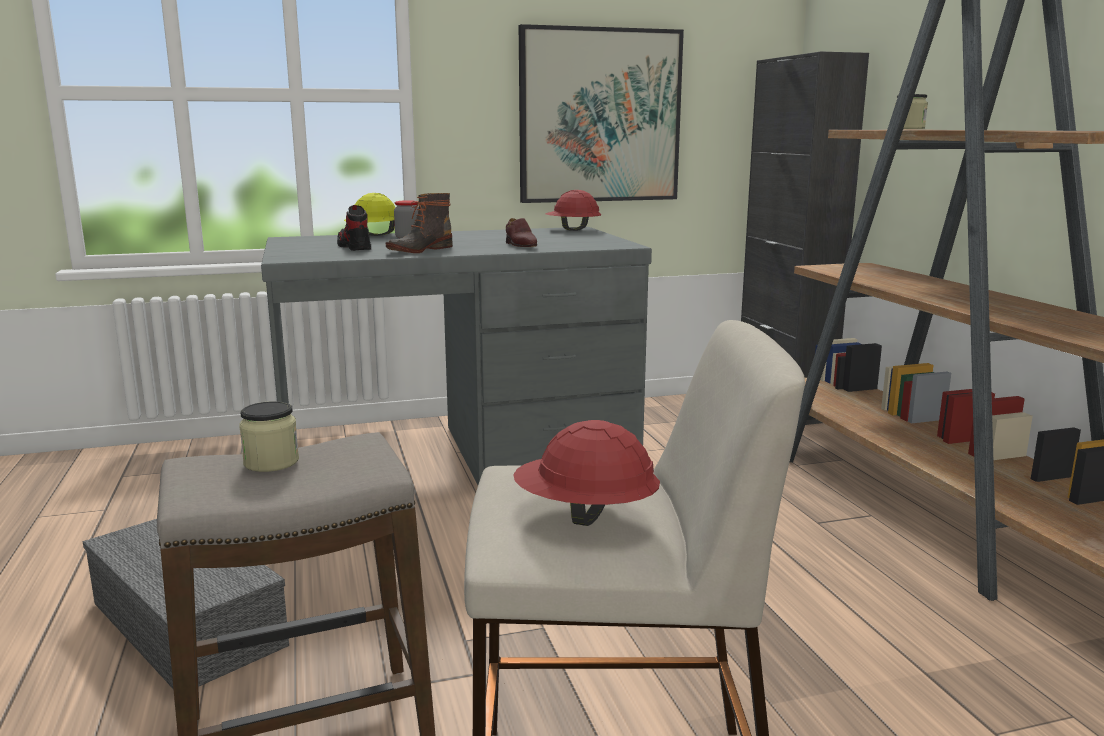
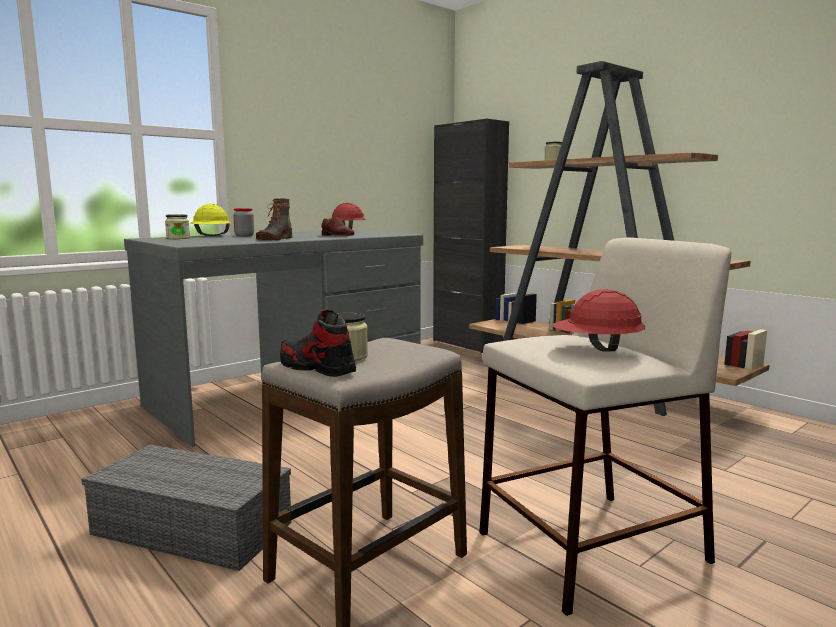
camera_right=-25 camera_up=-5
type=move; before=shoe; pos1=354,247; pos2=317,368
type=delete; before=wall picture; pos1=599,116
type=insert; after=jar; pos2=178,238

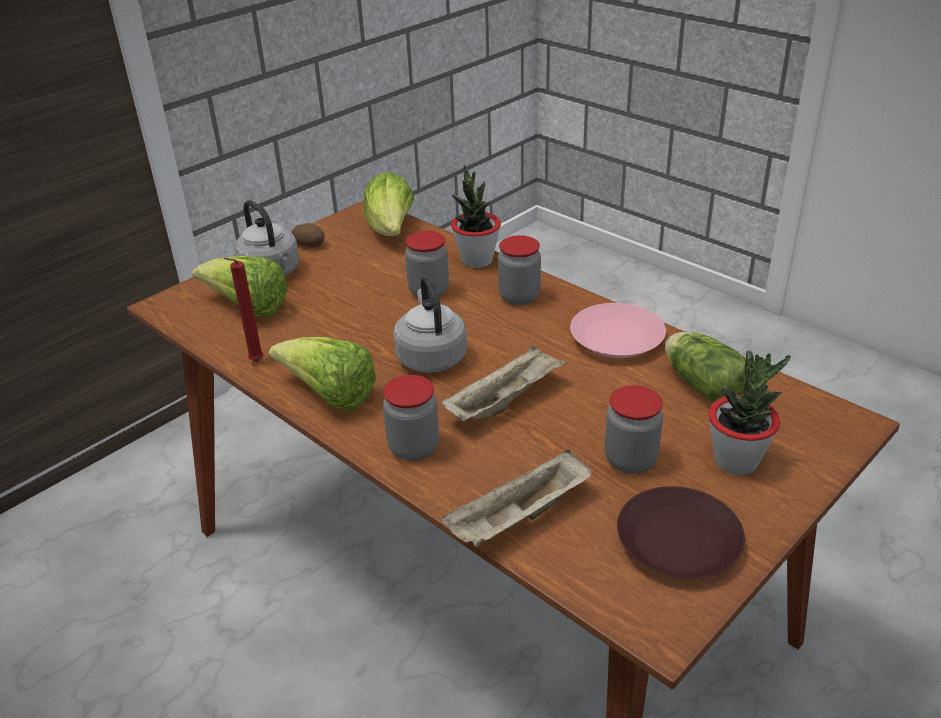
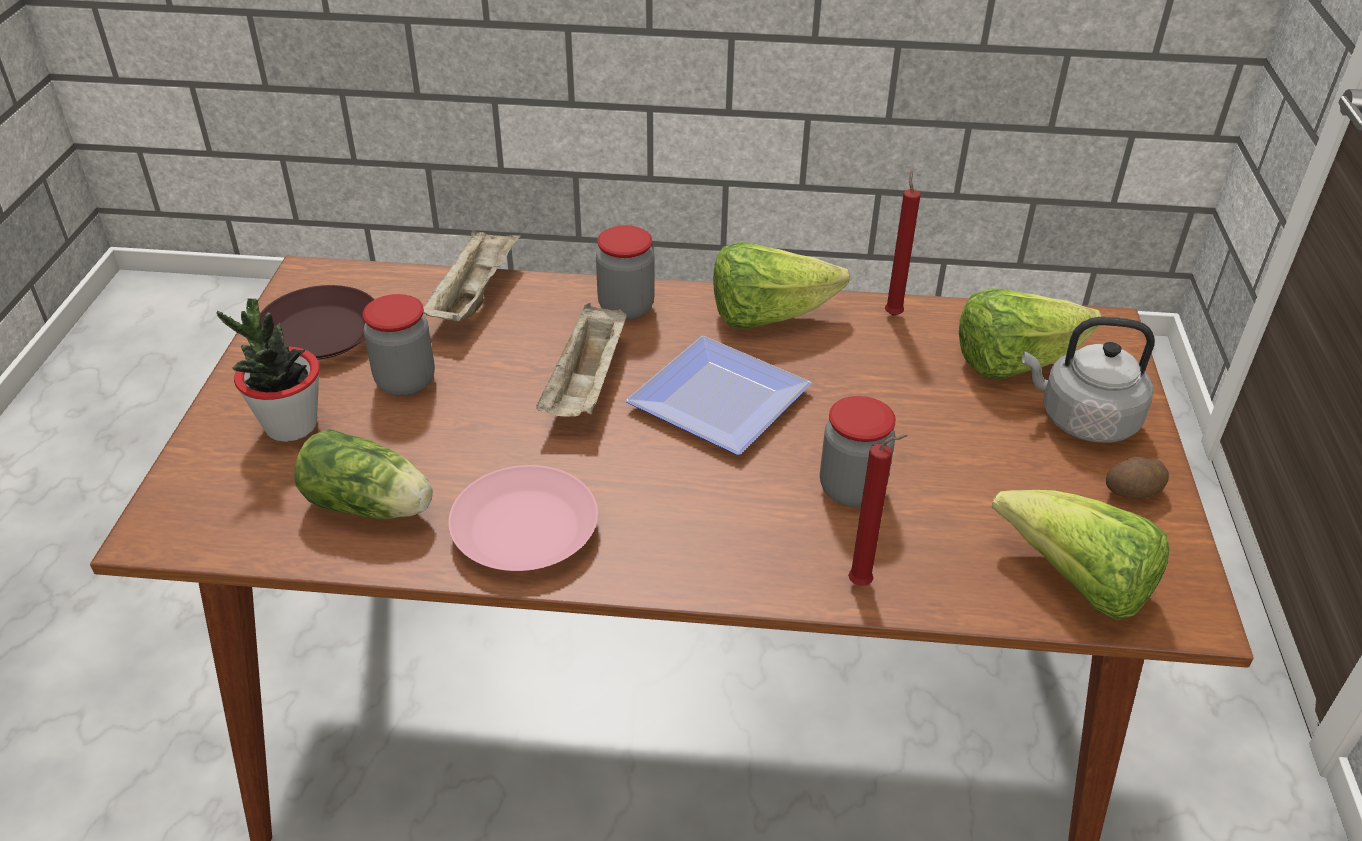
camera_right=140 camera_up=5
type=replace; before=gray tea kettle; after=flat dish; pos1=430,356; pos2=726,399
type=replace; before=potted plant; after=reddish wax candle; pos1=476,260; pos2=864,584
type=delete; before=jar; pos1=519,297

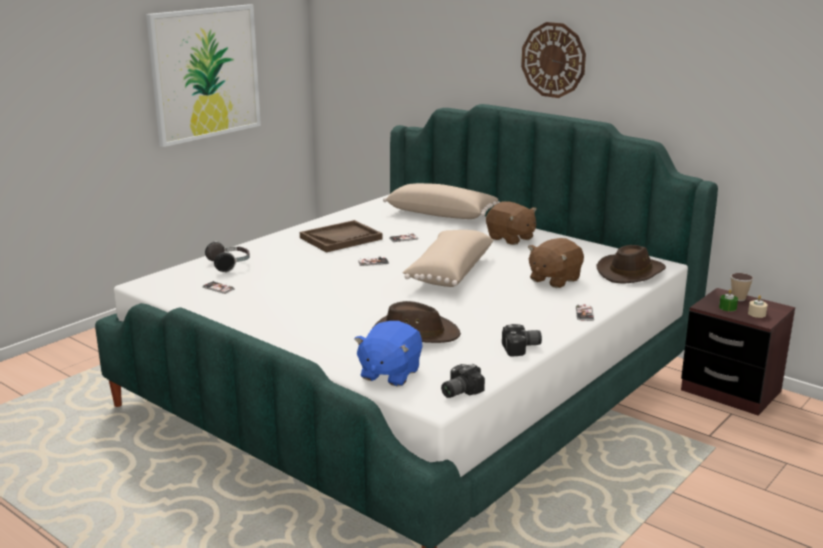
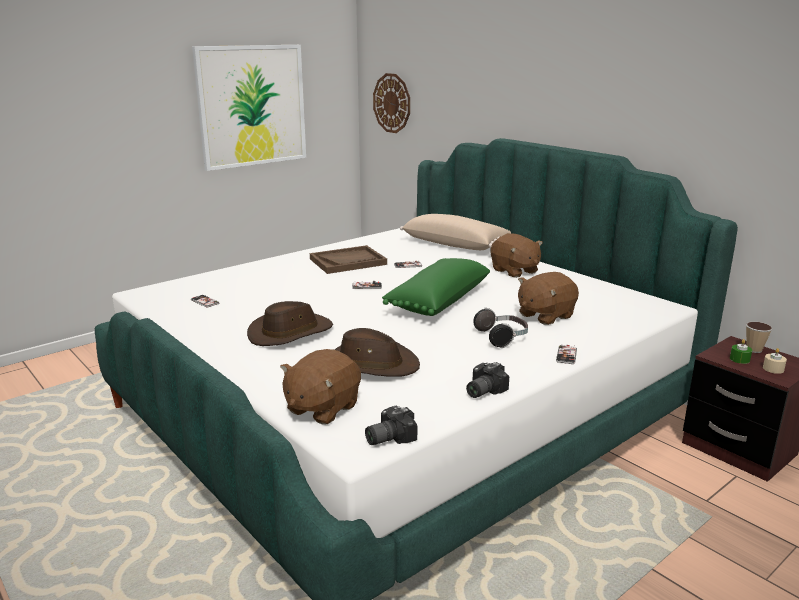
camera_right=10 camera_up=0
type=move; before=headphones; pos1=230,265; pos2=502,338
type=recolor; before=bluish plush toy; after=brown plush toy; pos1=389,373; pos2=322,408
type=recolor; before=beige-coloured throw pillow; after=greenish throw pillow; pos1=448,272; pos2=437,300
type=rotate; before=still camera; pos1=522,348; pos2=482,391; turn=135
type=move; before=hanging clock; pos1=553,60; pos2=392,103
type=move; before=brown clothing hat; pos1=631,272; pos2=290,333

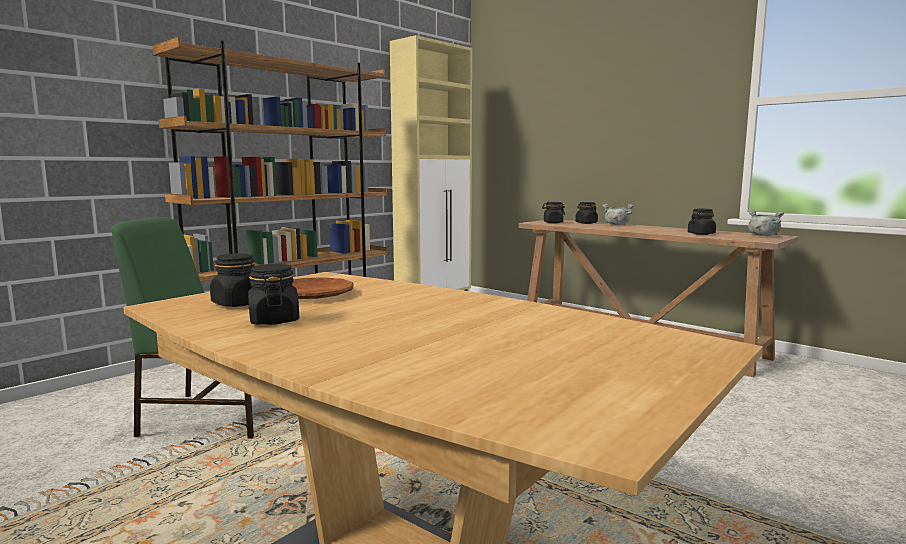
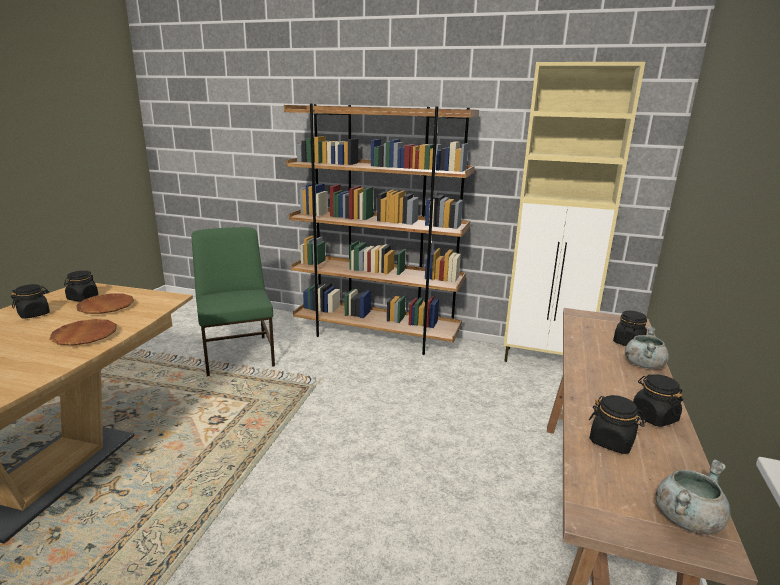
camera_right=65 camera_up=10
type=move; before=blackish jar; pos1=553,222; pos2=653,417
type=insert; after=brown flat dish; pos2=85,336

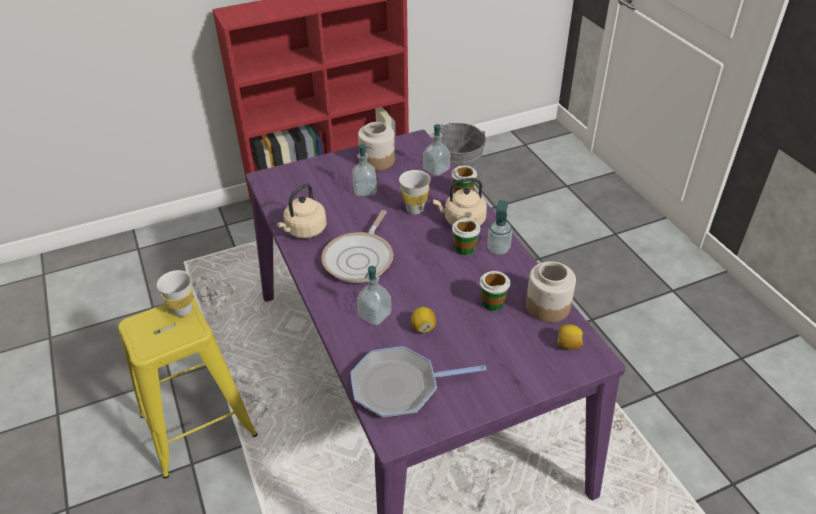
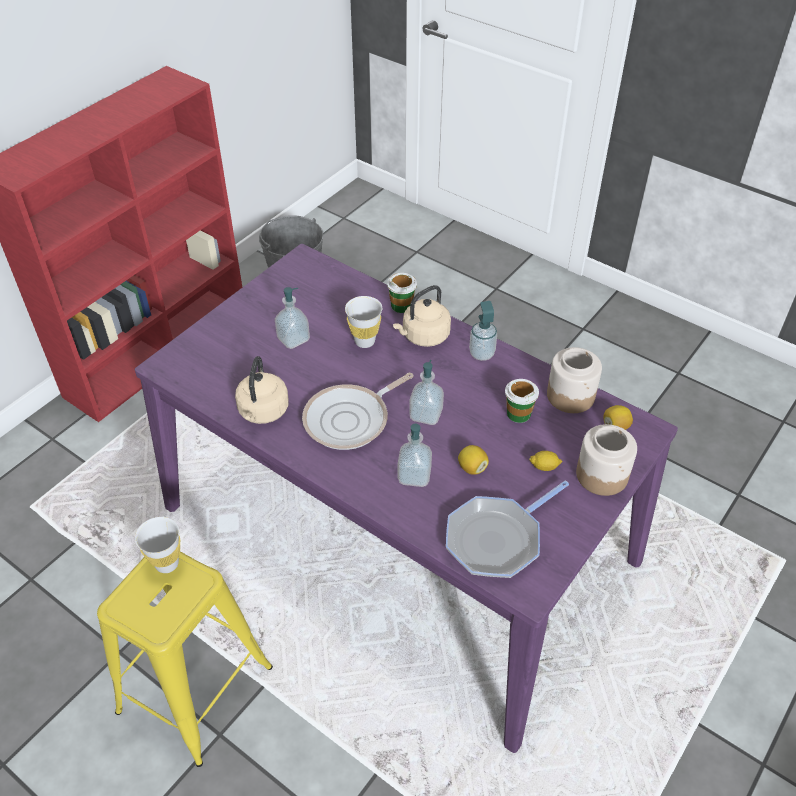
camera_right=-30 camera_up=5
type=rotate; before=pan; pos1=360,259; pos2=351,420; turn=60
type=move; before=jar; pos1=377,160; pos2=602,475
type=move; before=soap bottle; pos1=436,170; pos2=426,414
type=delete; before=drinking cup; pos1=465,249
type=insert; after=whole lemon; pos2=544,467

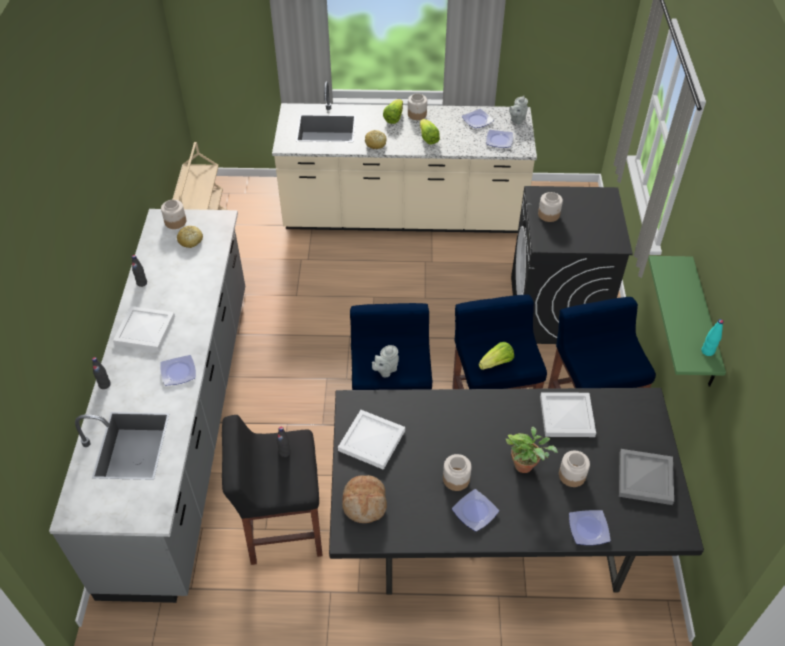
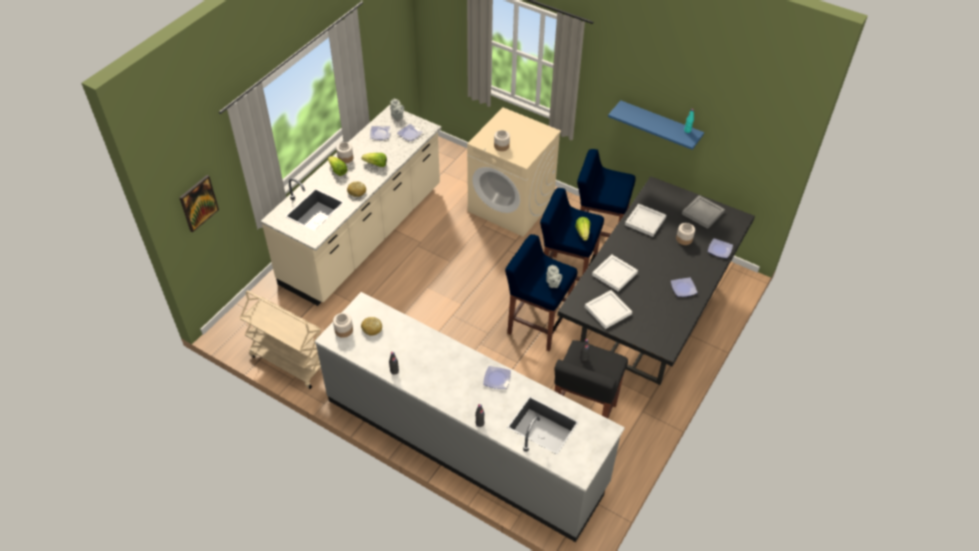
camera_right=-60 camera_up=0
type=move; before=whitish serving tray; pos1=144,329; pos2=613,274
type=delete; before=bread; pos1=364,503
type=delete; before=jar; pos1=456,479
type=delete; before=potted plant; pos1=526,465
type=recolor; before=blackish laundry appliance; after=beige-coloured laundry appliance; pos1=556,311; pos2=512,206
type=recolor; before=greenish bracket shelf; after=bluish bracket shelf; pos1=703,325; pos2=659,125
type=insert; after=wall picture; pos2=198,203

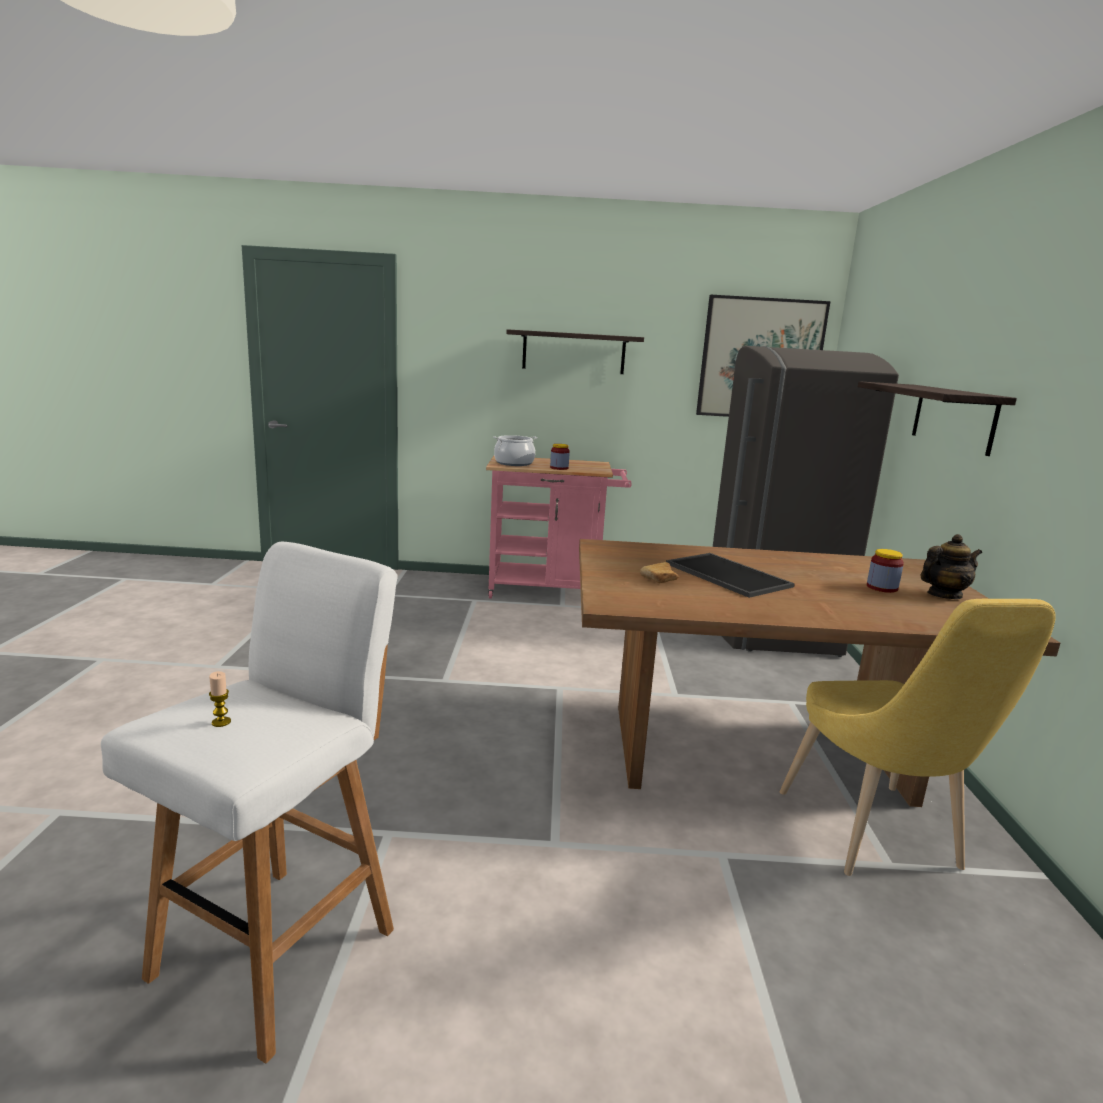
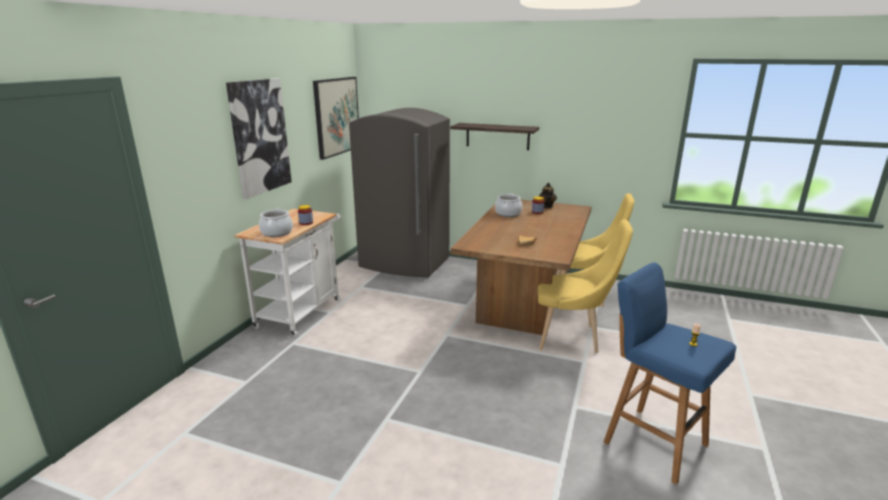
camera_right=-70 camera_up=5
type=recolor; before=whitish stool seat; after=bluish stool seat; pos1=280,949; pos2=653,441
type=recolor; before=pink trolley; after=whitish trolley; pos1=552,591; pos2=302,311
type=replace; before=bracket shelf; after=wall picture; pos1=573,352; pos2=259,137
type=delete; before=serving tray; pos1=725,575
type=insert; after=stockpot; pos2=508,213
type=insert; after=yellowish chair; pos2=572,338

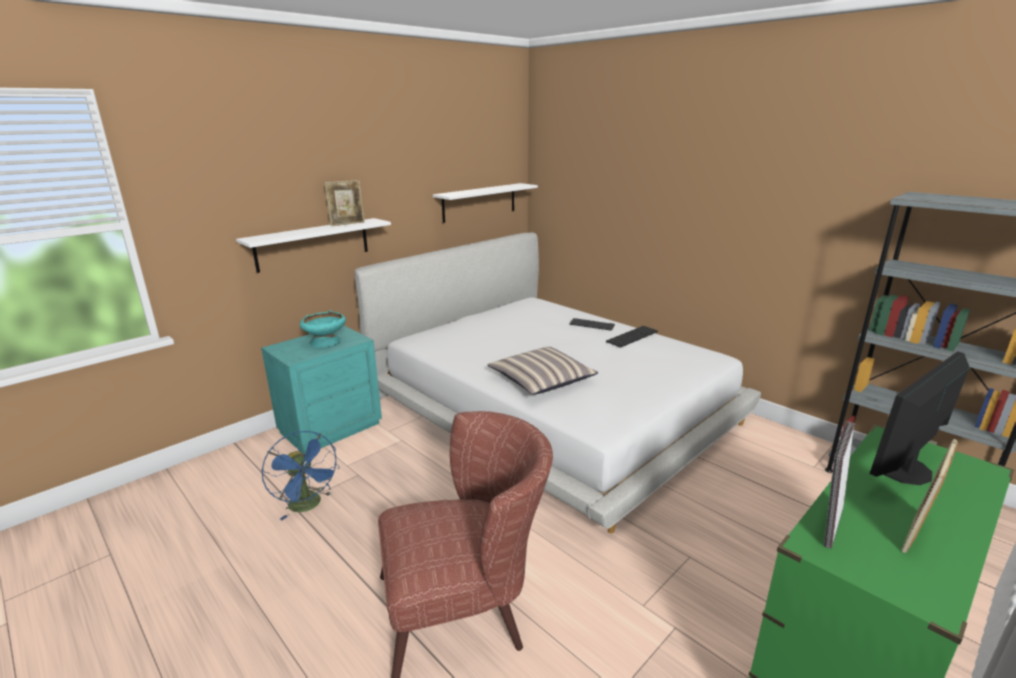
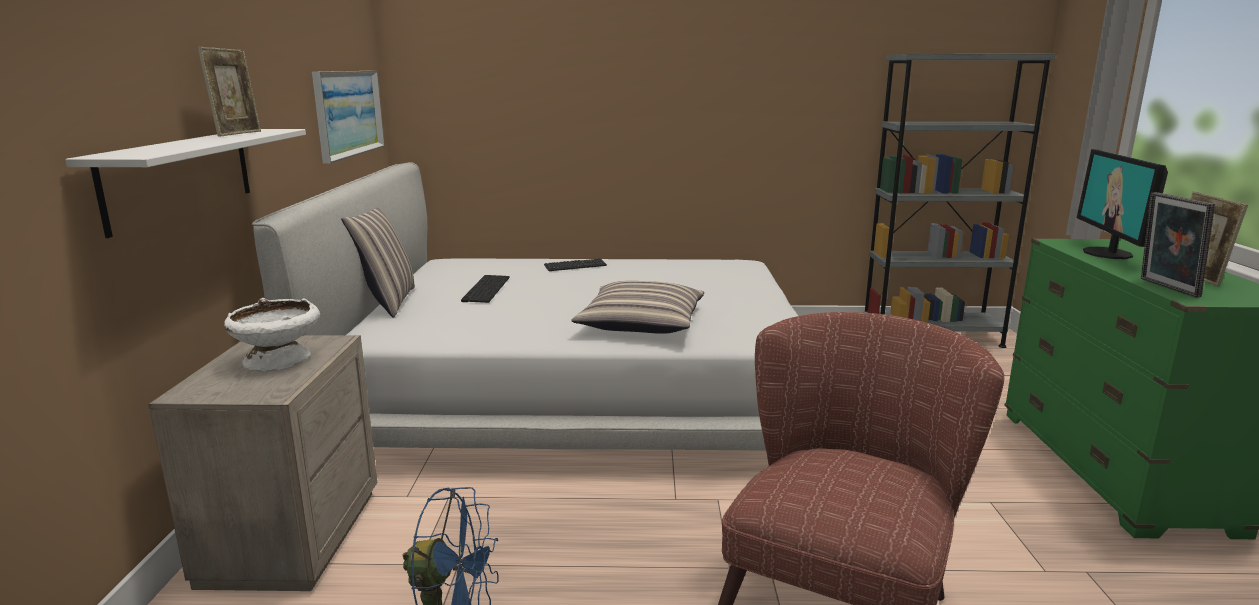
camera_right=-45 camera_up=-5
type=recolor; before=turquoise-coloured bedside table; after=beige-coloured bedside table; pos1=330,427; pos2=290,537
type=recolor; before=turquoise-coloured deep dish; after=whitish deep dish; pos1=325,342; pos2=279,360
type=replace; before=whitish bracket shelf; after=wall picture; pos1=479,202; pos2=348,113
type=move; before=keyboard; pos1=631,336; pos2=485,288
type=insert; after=throw pillow; pos2=386,302

